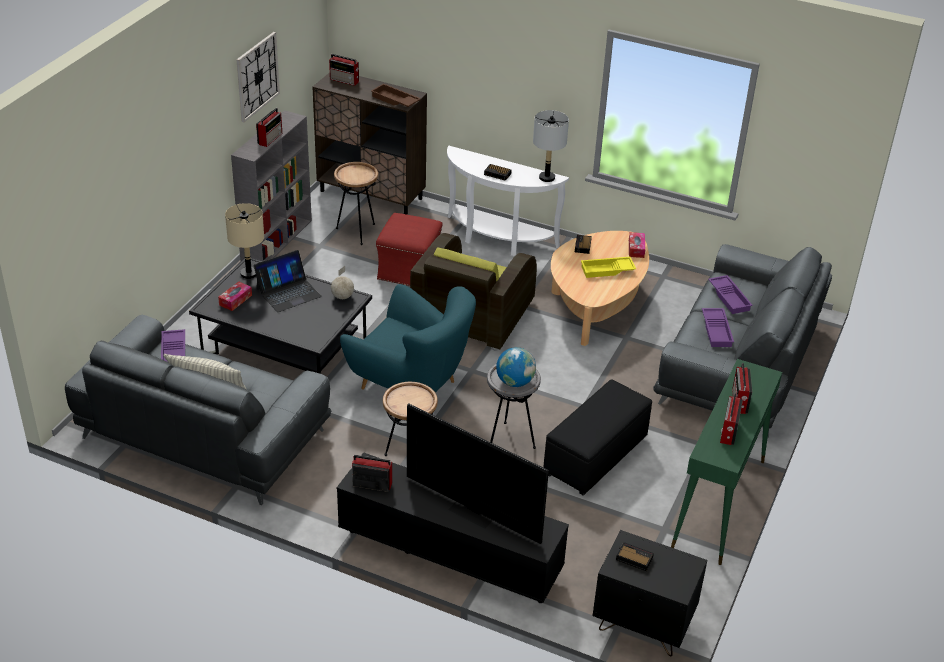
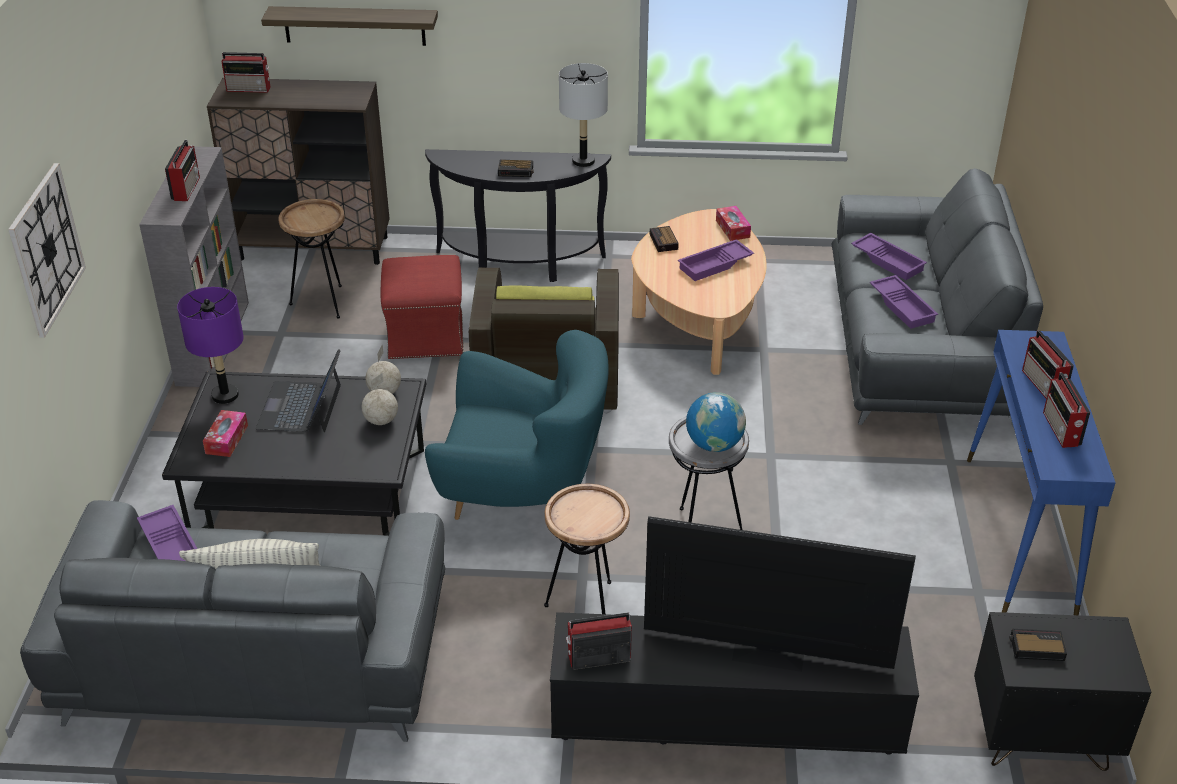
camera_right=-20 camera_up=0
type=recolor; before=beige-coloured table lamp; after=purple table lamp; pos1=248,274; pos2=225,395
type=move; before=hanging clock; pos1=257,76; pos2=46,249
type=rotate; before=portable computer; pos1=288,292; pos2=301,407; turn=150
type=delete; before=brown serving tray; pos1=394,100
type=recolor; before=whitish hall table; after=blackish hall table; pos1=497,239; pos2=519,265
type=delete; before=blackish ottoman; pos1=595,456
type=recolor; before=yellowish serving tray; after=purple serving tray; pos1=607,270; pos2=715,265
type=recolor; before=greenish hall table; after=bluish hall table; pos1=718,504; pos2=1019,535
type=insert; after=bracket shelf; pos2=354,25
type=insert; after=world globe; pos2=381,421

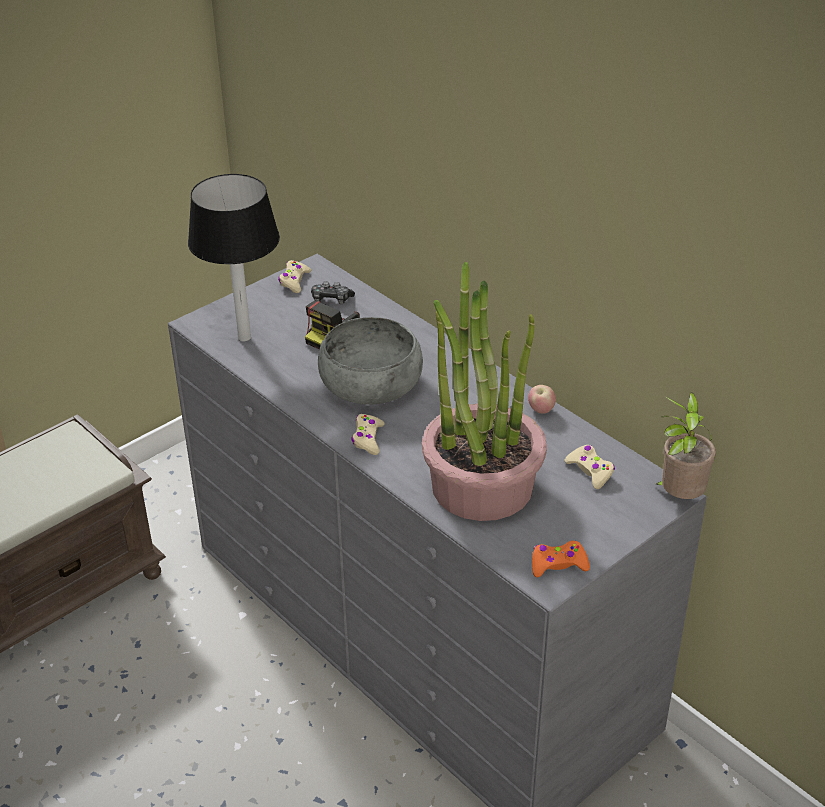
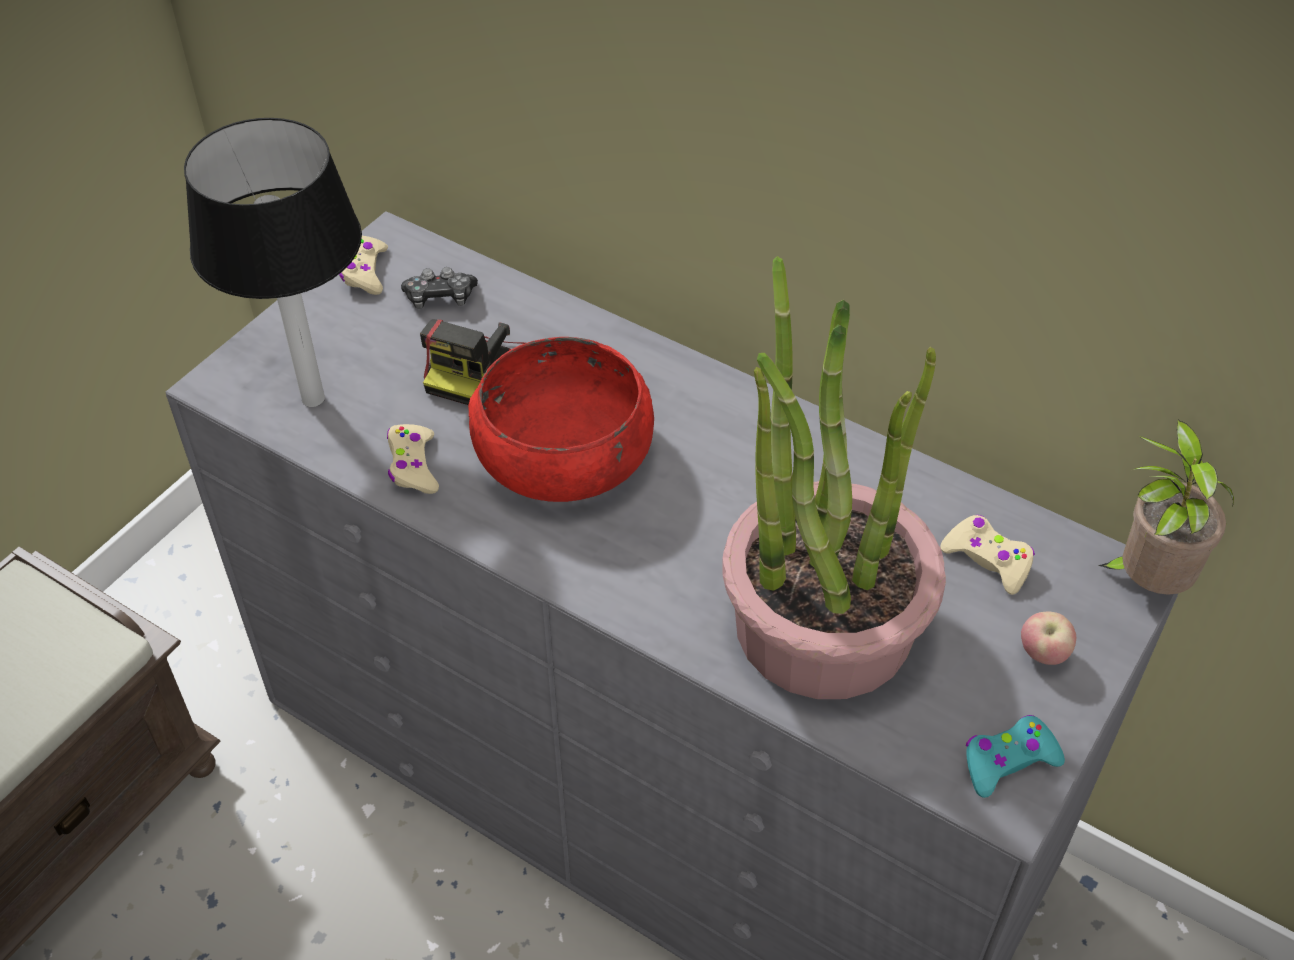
camera_right=-15 camera_up=10
type=recolor; before=gray deep dish; after=reddish deep dish; pos1=370,383; pos2=563,453
type=move; before=beige-coloured gamepad; pos1=367,439; pos2=413,466
type=move; before=apple; pos1=541,410; pos2=1042,654
type=recolor; before=orange-coloured gamepad; after=turquoise-coloured gamepad; pos1=558,564; pos2=1008,761

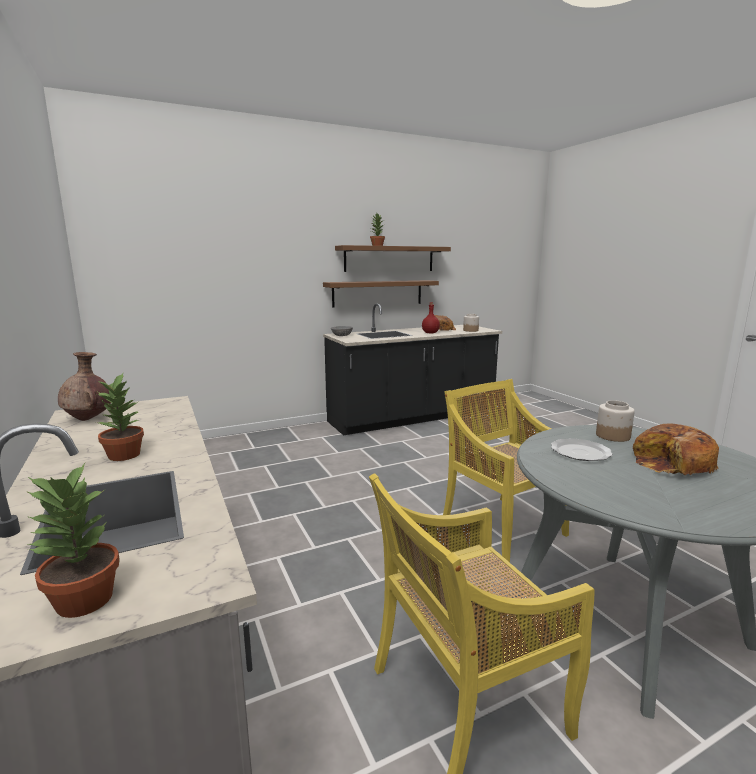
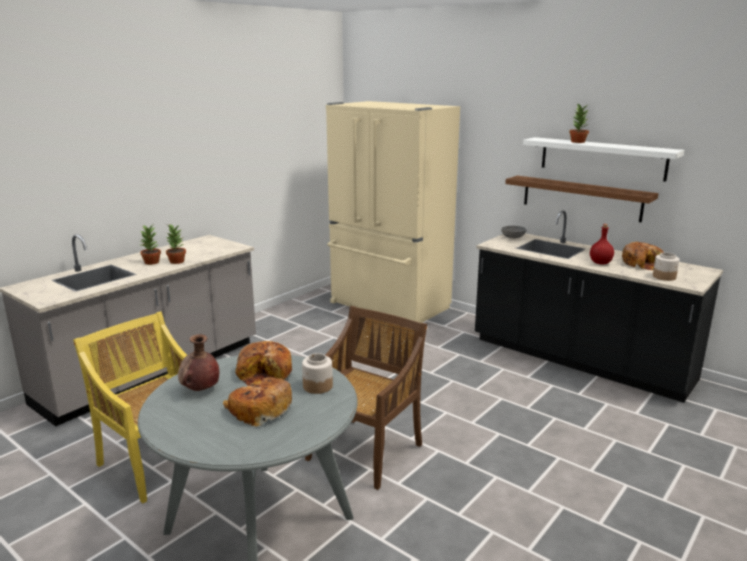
camera_right=65 camera_up=5
type=move; before=potted plant; pos1=83,600; pos2=176,261
type=move; before=brown decorative vase; pos1=89,419; pos2=200,390
type=recolor; before=brown bracket shelf; after=whitish bracket shelf; pos1=389,259; pos2=602,158
type=recolor; before=yellowish chair; after=brown chair; pos1=502,527; pos2=365,451
type=replace; before=flat dish; after=bread; pos1=579,452; pos2=266,373
type=insert; after=beige-coloured fridge; pos2=388,306

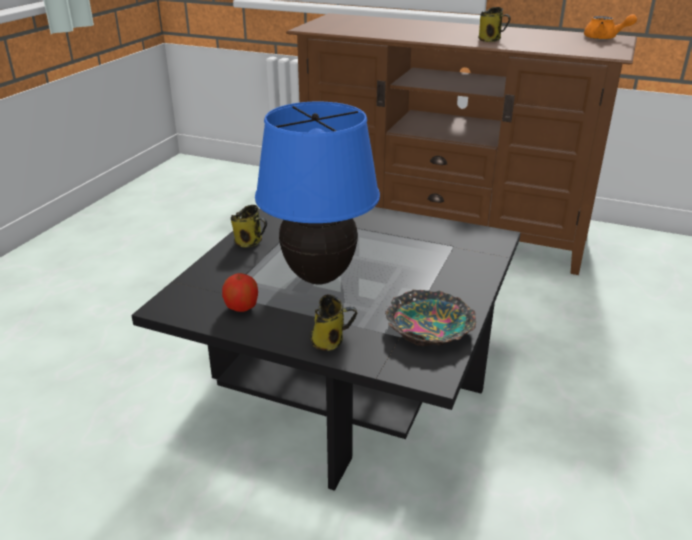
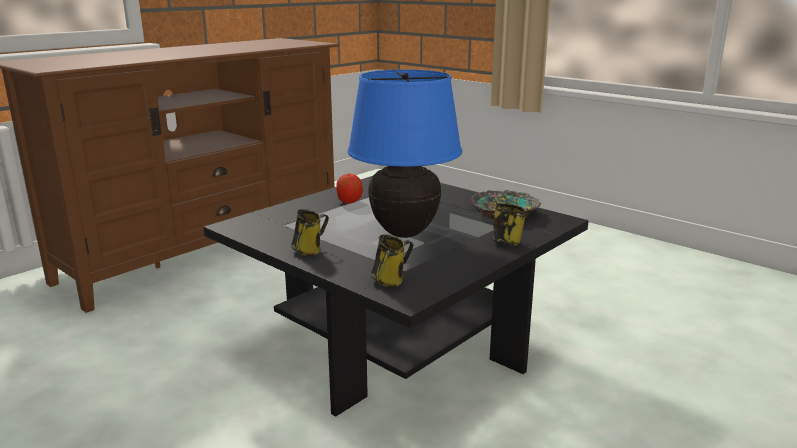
camera_right=-70 camera_up=-10
type=move; before=apple; pos1=241,308; pos2=349,201
type=move; before=coffee mug; pos1=491,40; pos2=390,280
type=delete; before=orange-coloured tea pot; pos1=604,38

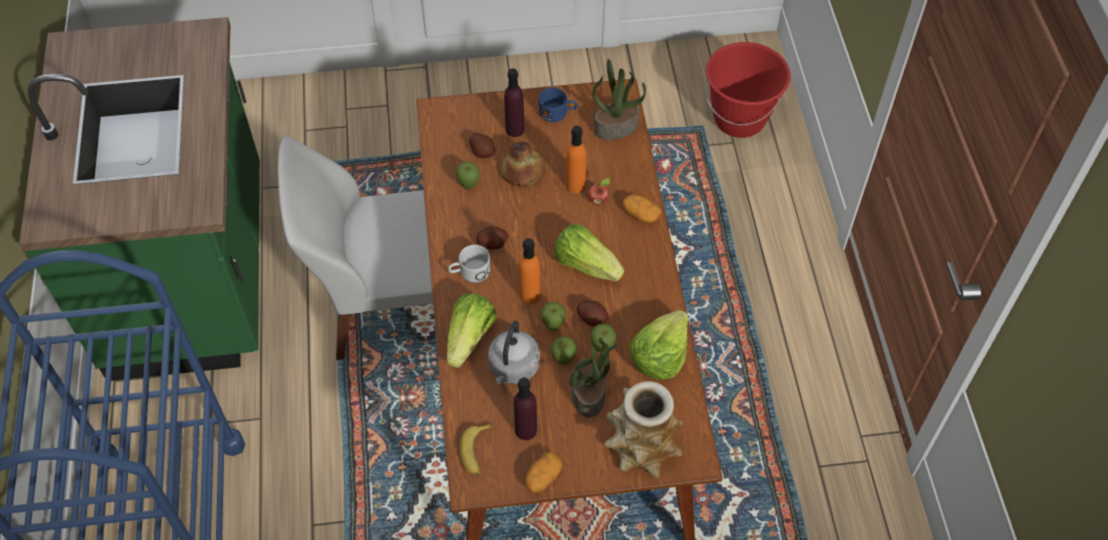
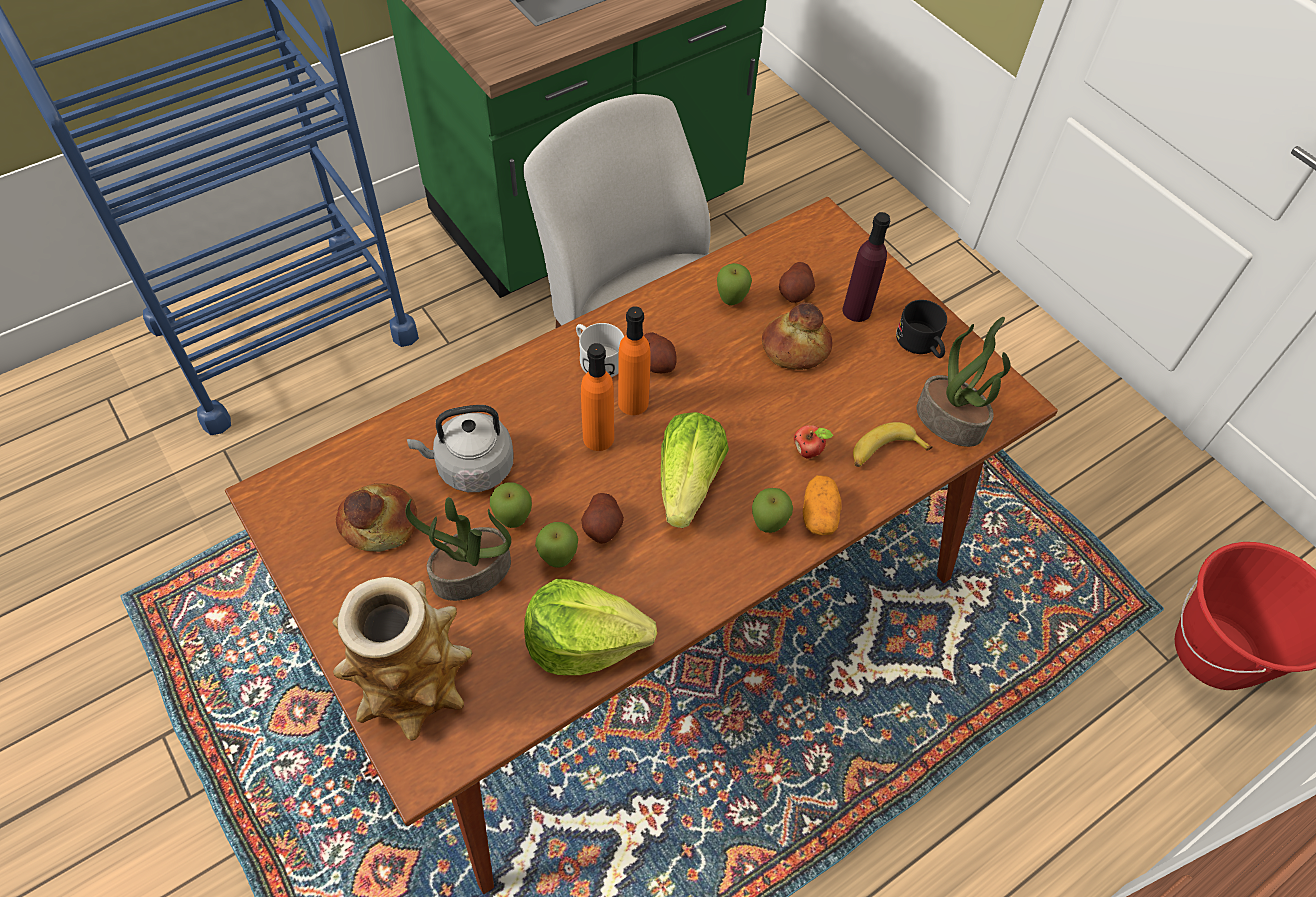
camera_right=60 camera_up=0
type=delete; before=lettuce head; pos1=469,338
type=move; before=banana fruit; pos1=477,452; pos2=884,452
type=replace; before=purple drink bottle; after=bread; pos1=526,430; pos2=380,522
type=delete; before=potato; pos1=543,477
type=recolor; before=bluish coffee mug; after=blackish coffee mug; pos1=558,113; pos2=921,345
type=move; before=apple; pos1=553,326; pos2=768,526
type=move; before=orange-coloured drink bottle; pos1=575,185; pos2=633,402

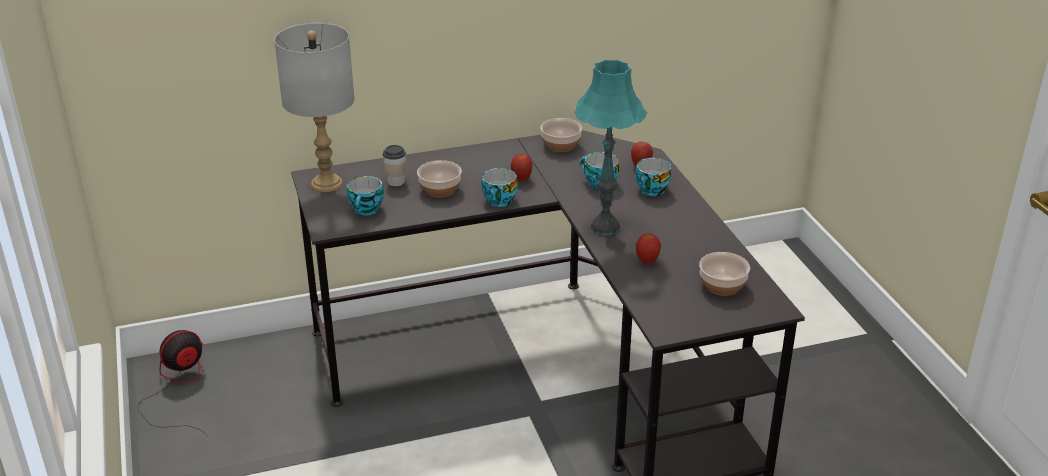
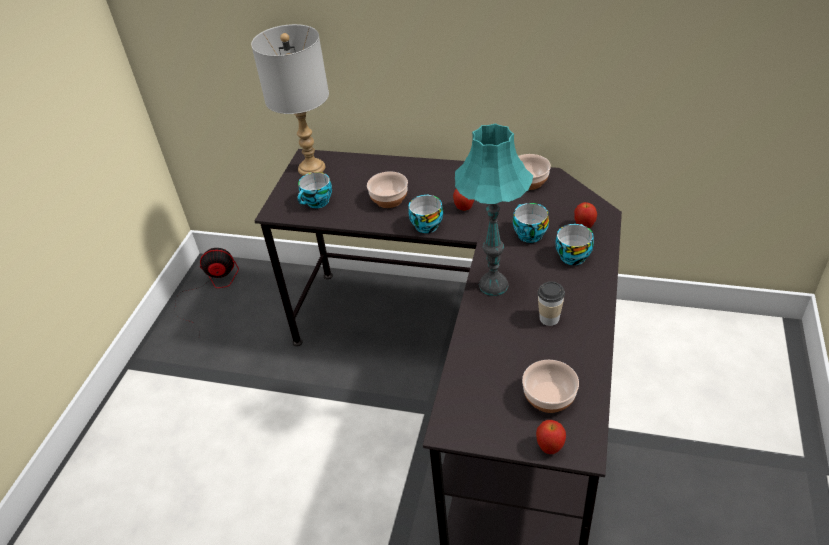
camera_right=35 camera_up=10
type=move; before=drinking cup; pos1=396,181; pos2=549,318
type=move; before=apple; pos1=647,261; pos2=550,448

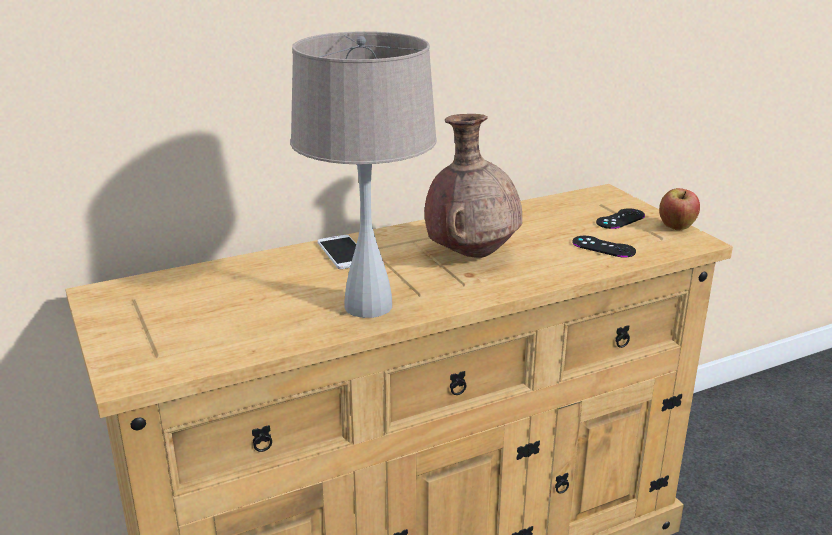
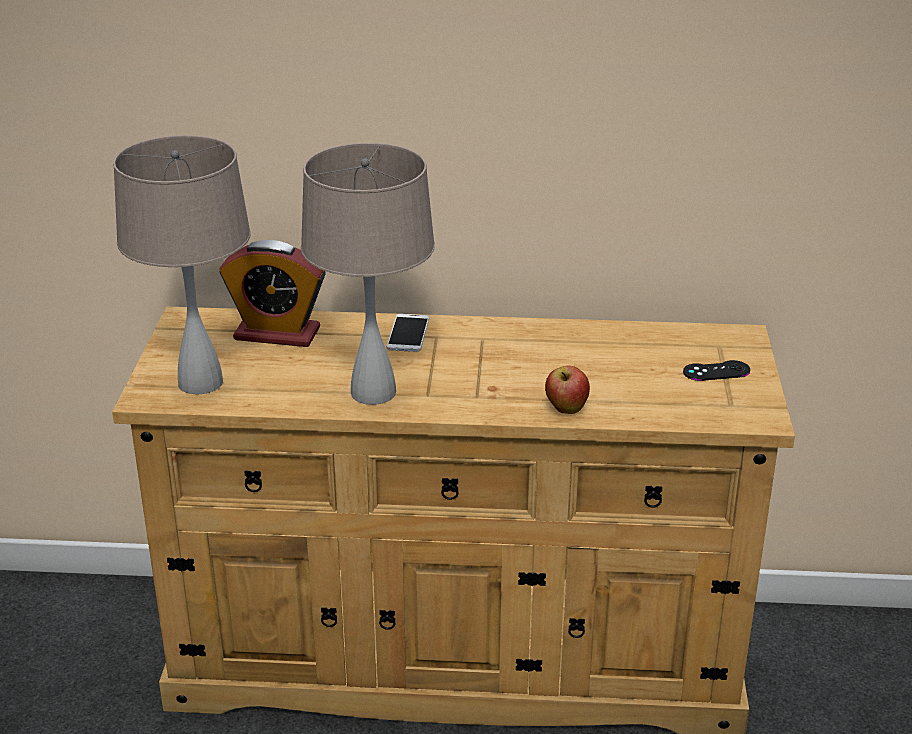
camera_right=30 camera_up=5
type=delete; before=brown decorative vase; pos1=472,254
type=delete; before=blackish gamepad; pos1=603,247
type=move; before=apple; pos1=676,228; pos2=566,409
type=insert; after=beige-coloured table lamp; pos2=201,382
type=insert; after=alarm clock; pos2=277,334

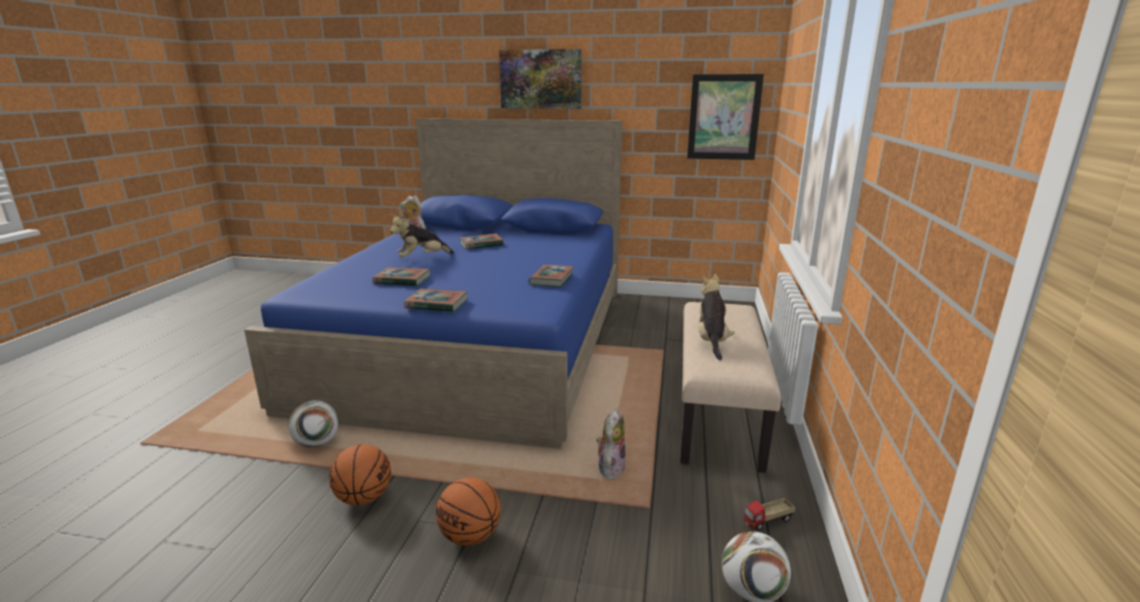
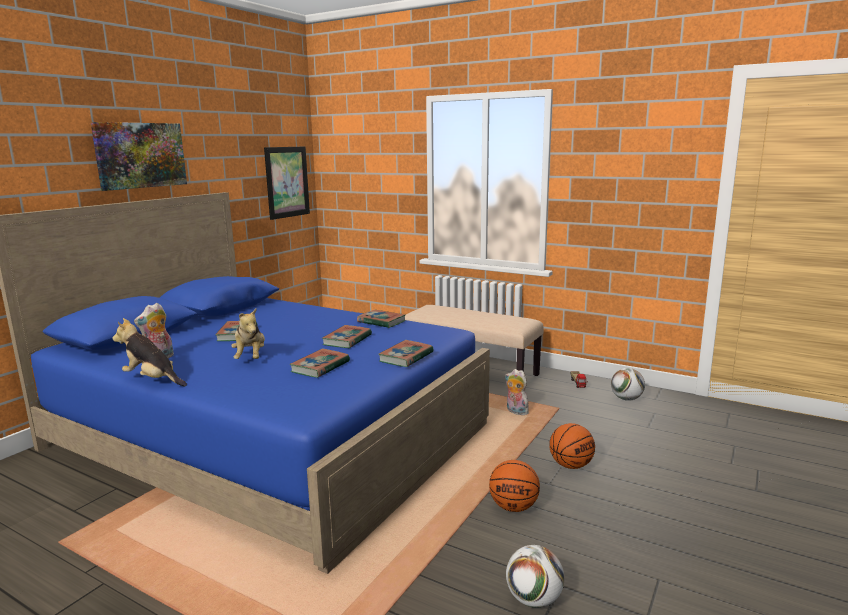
camera_right=-70 camera_up=-5
type=move; before=ball for football; pos1=317,443; pos2=533,599
type=move; before=plush toy; pos1=711,341; pos2=152,380
type=insert; after=book; pos2=347,340

